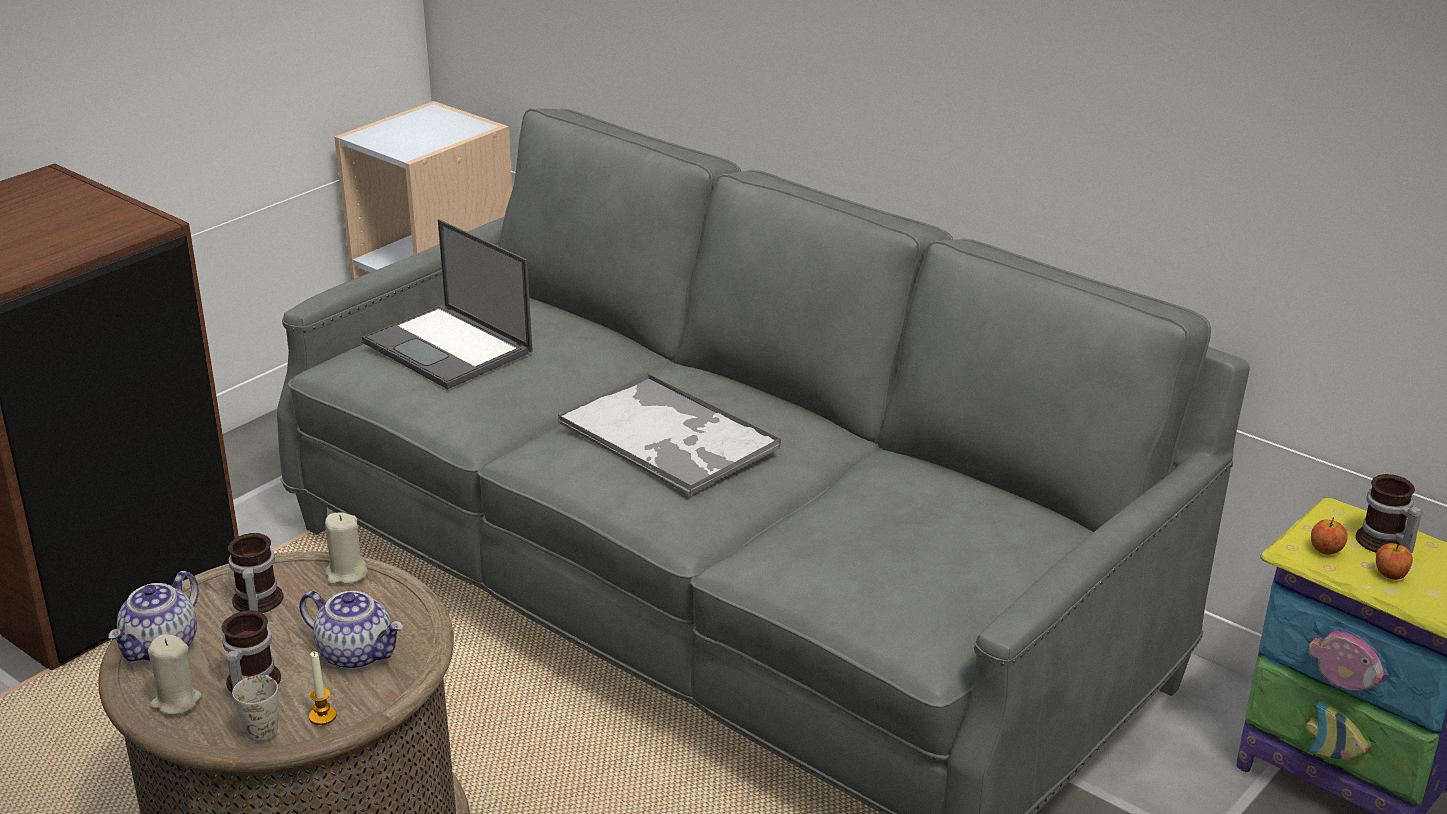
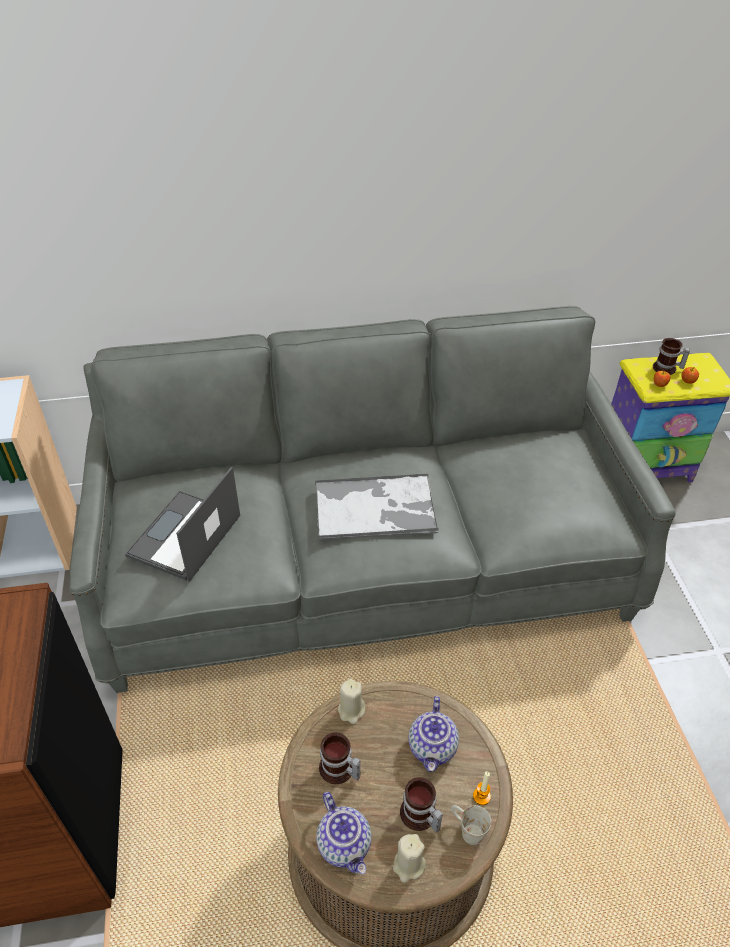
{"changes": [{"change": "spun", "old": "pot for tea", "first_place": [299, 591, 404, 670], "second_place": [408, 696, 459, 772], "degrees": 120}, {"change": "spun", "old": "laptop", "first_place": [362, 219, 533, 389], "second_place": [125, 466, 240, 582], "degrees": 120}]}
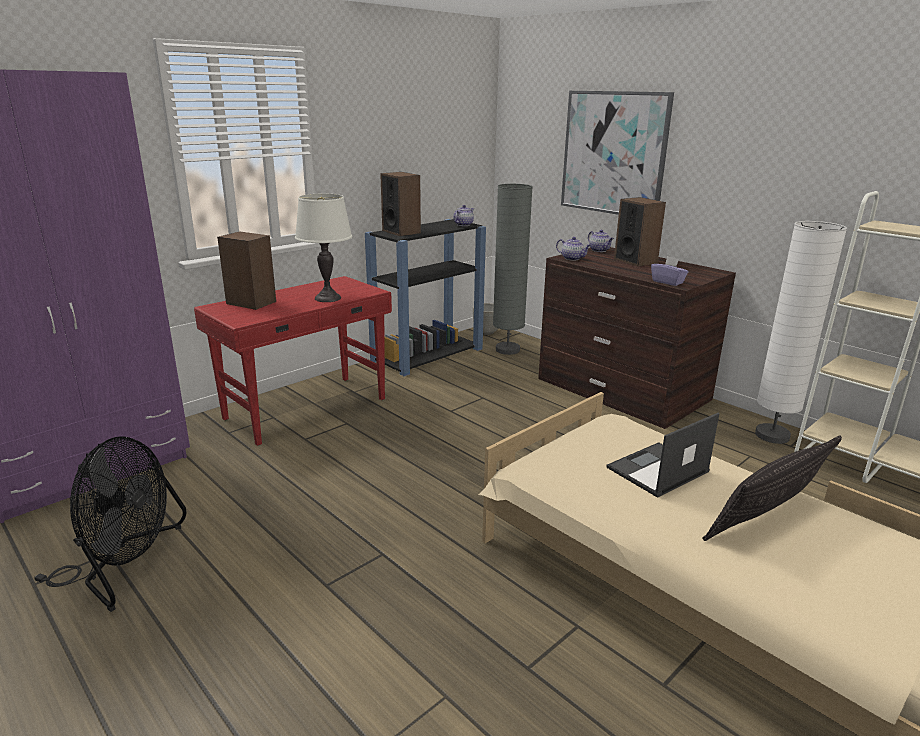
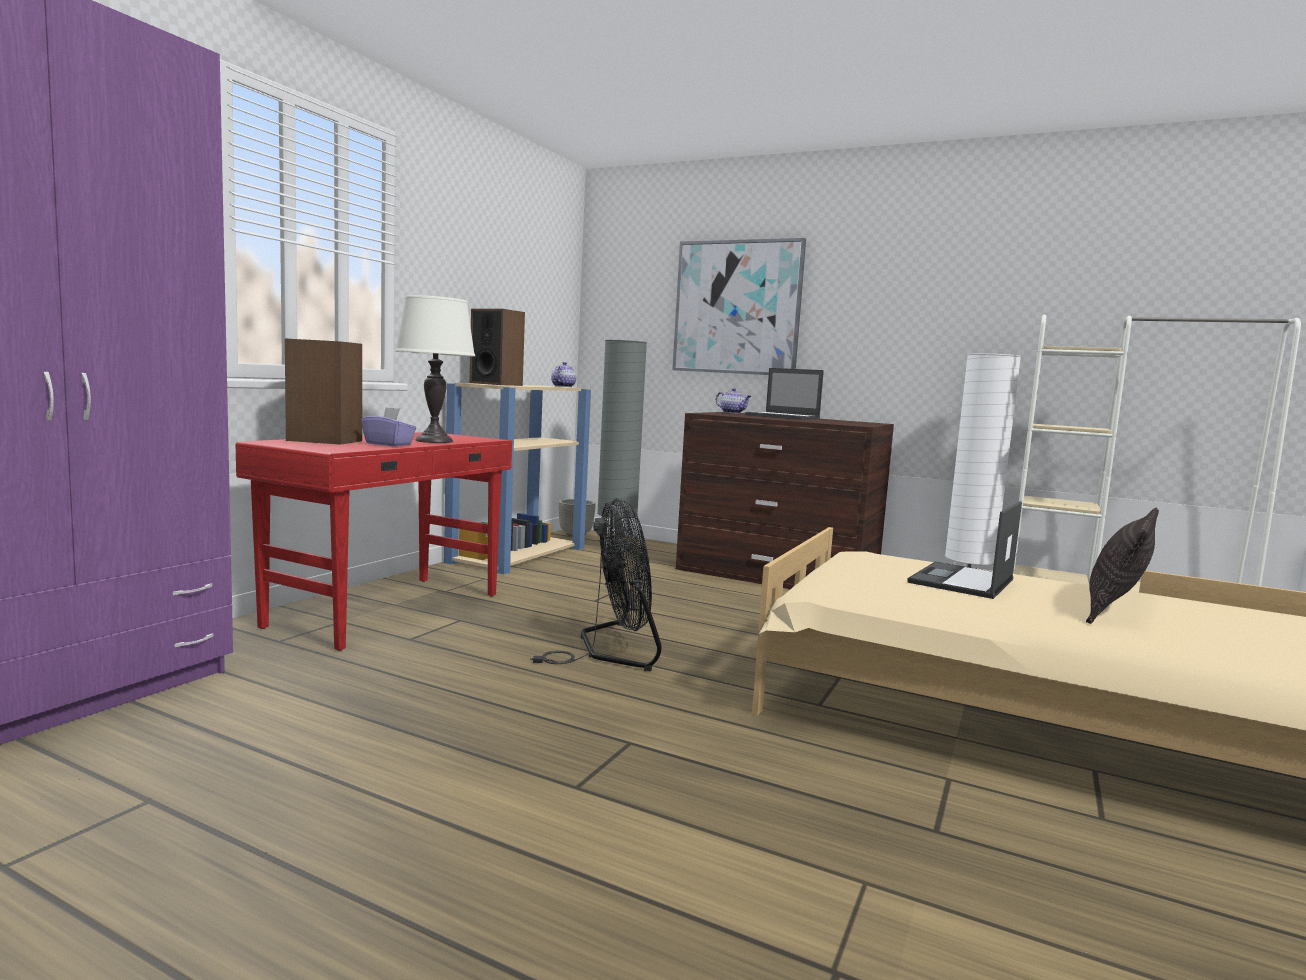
{"changes": [{"change": "relocated", "old": "cooling fan (black-coloured)", "first_place": [34, 436, 186, 612], "second_place": [530, 498, 662, 672]}, {"change": "colour", "old": "bookcase (black-coloured)", "new": "bookcase (beige-coloured)", "first_place": [365, 219, 486, 377], "second_place": [444, 383, 591, 575]}, {"change": "missing", "old": "pot for tea", "first_place": [556, 237, 591, 261]}, {"change": "exchanged", "old": "audio speaker", "new": "laptop", "first_place": [614, 197, 666, 266], "second_place": [745, 368, 824, 420]}, {"change": "relocated", "old": "tissue holder (purple-coloured)", "first_place": [651, 256, 689, 286], "second_place": [361, 407, 416, 446]}]}
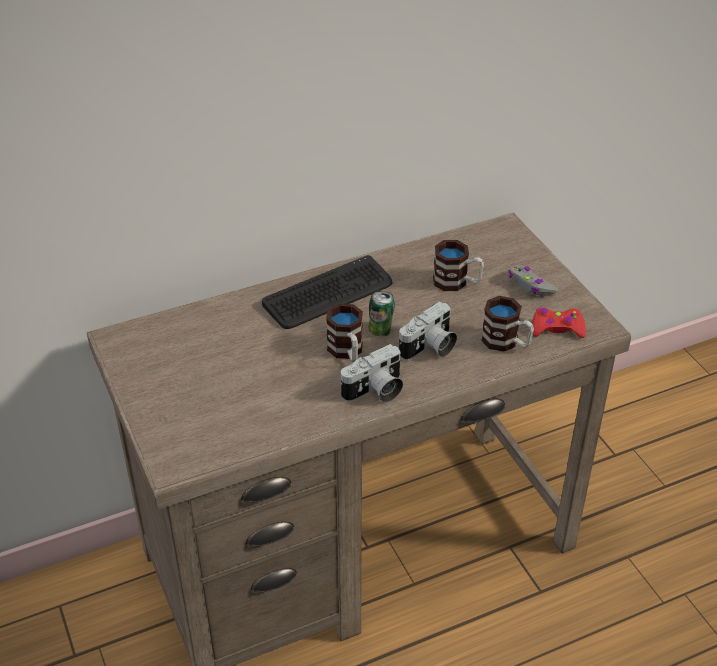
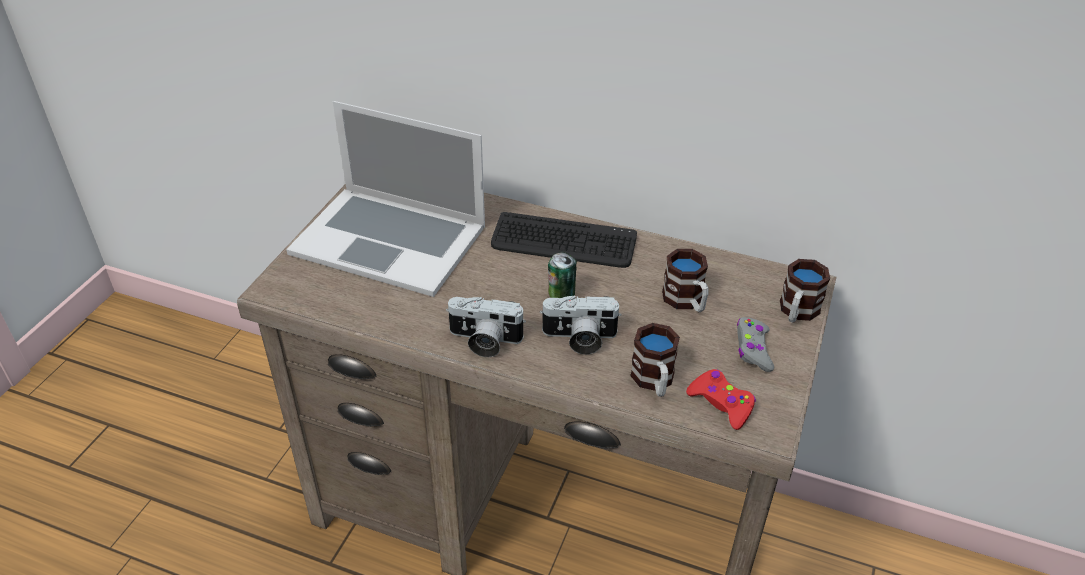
{"changes": [{"change": "relocated", "old": "coffee mug", "first_place": [326, 304, 363, 362], "second_place": [780, 259, 830, 323]}, {"change": "appeared", "new": "laptop", "second_place": [286, 101, 485, 297]}]}
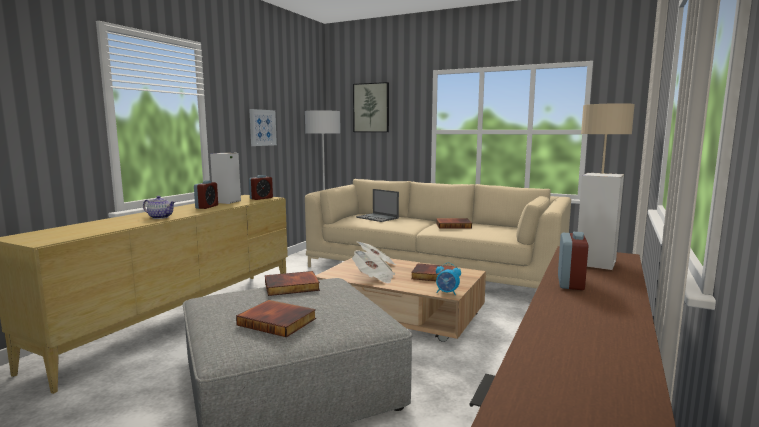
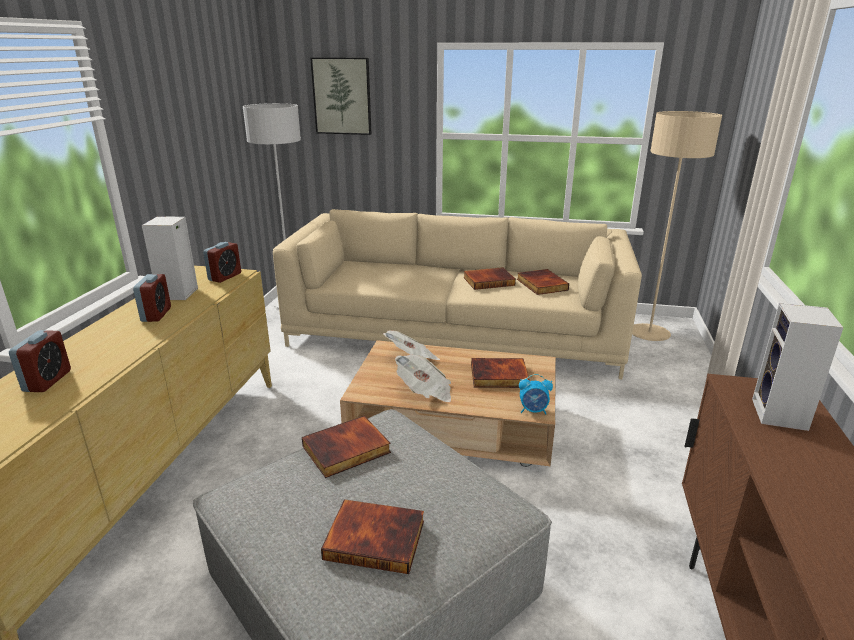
{"changes": [{"change": "missing", "old": "pot for tea", "first_place": [143, 196, 175, 219]}, {"change": "missing", "old": "picture", "first_place": [249, 109, 277, 146]}, {"change": "missing", "old": "laptop", "first_place": [356, 189, 399, 222]}, {"change": "relocated", "old": "table clock", "first_place": [558, 232, 588, 290], "second_place": [9, 330, 71, 392]}, {"change": "appeared", "new": "bound book", "second_place": [517, 269, 569, 295]}]}
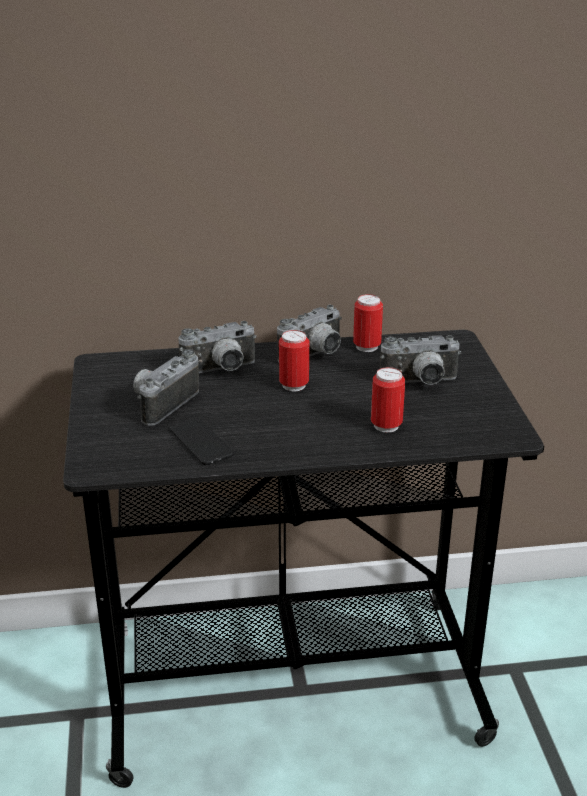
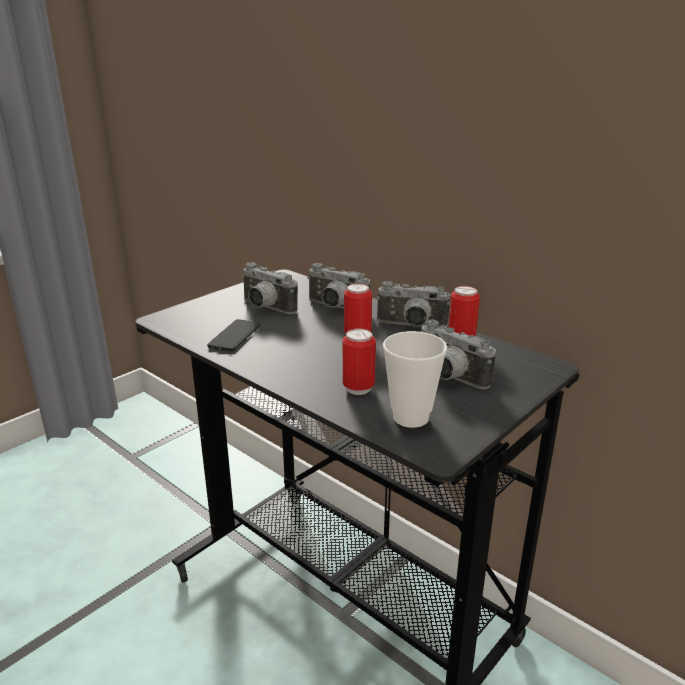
{"changes": [{"change": "spun", "old": "photo camera", "first_place": [133, 349, 199, 426], "second_place": [241, 262, 298, 314], "degrees": -135}, {"change": "appeared", "new": "cup", "second_place": [383, 331, 447, 428]}]}
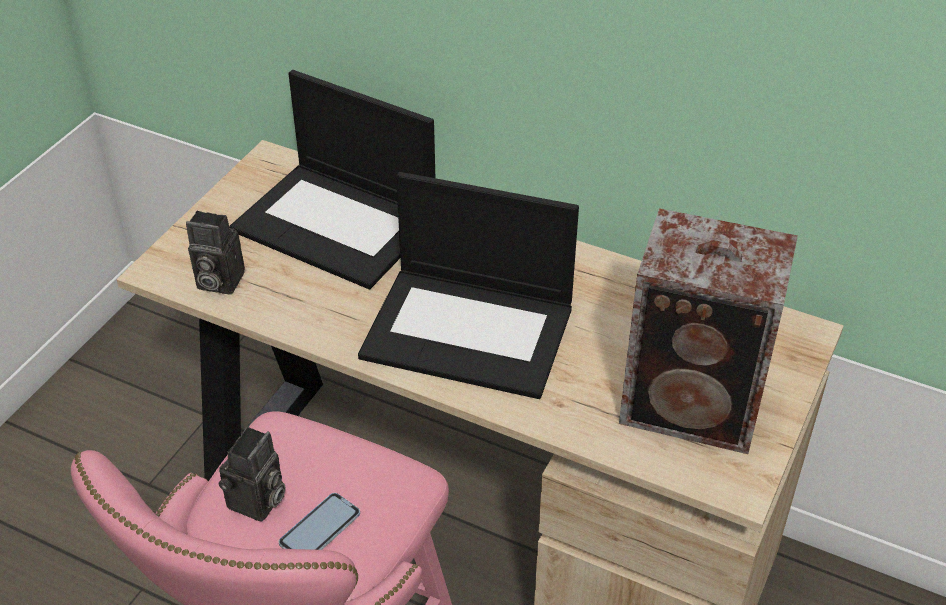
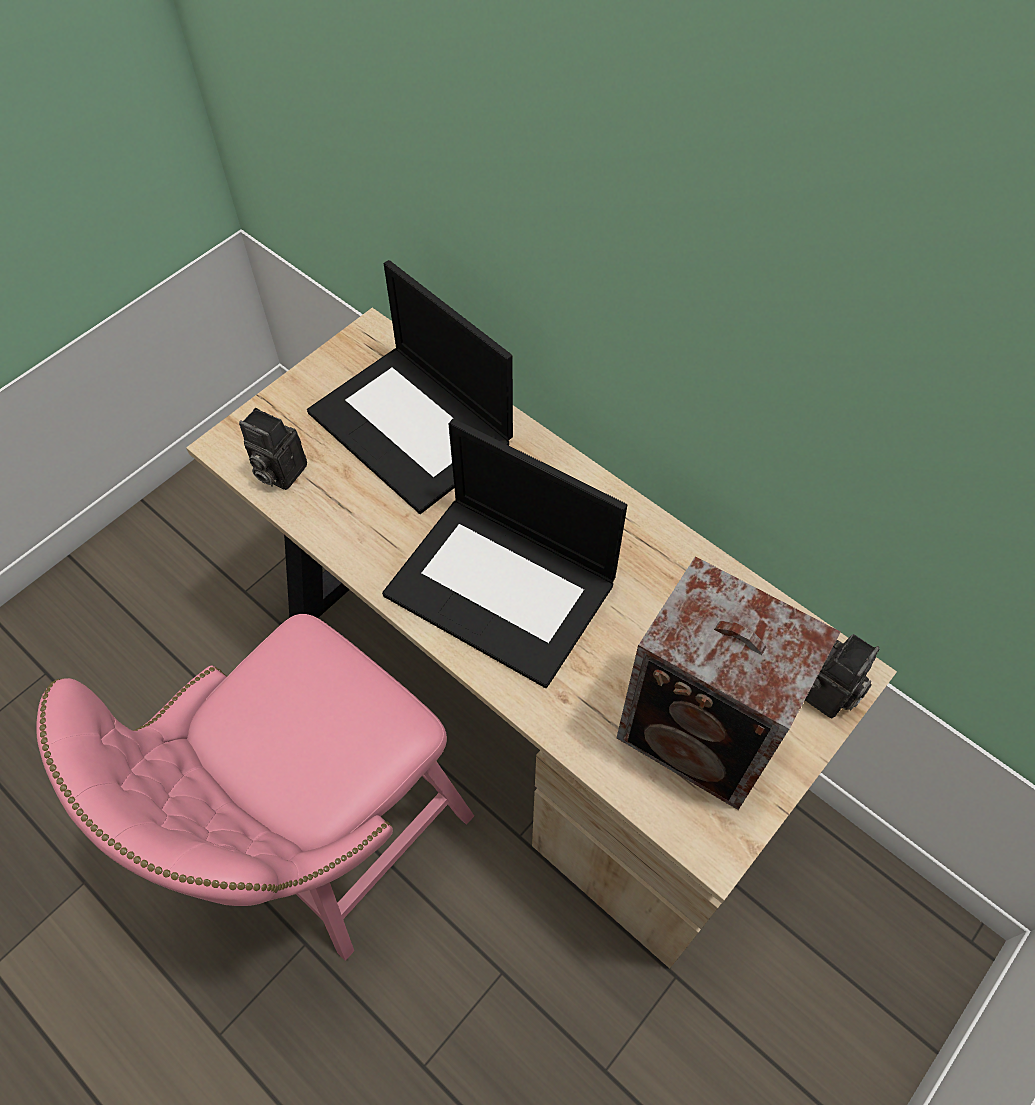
{"changes": [{"change": "relocated", "old": "photo camera", "first_place": [218, 427, 285, 522], "second_place": [805, 634, 879, 718]}, {"change": "missing", "old": "telephone", "first_place": [279, 493, 360, 550]}]}
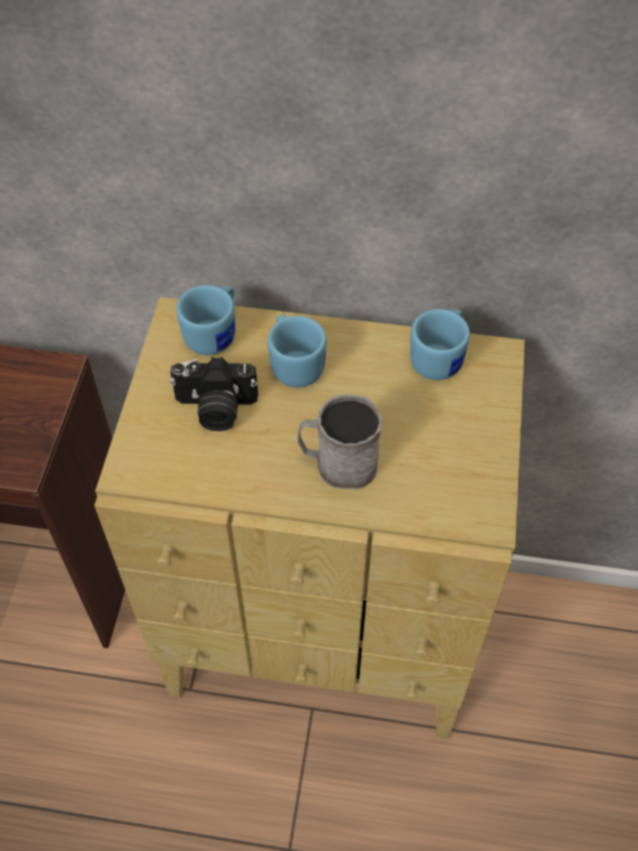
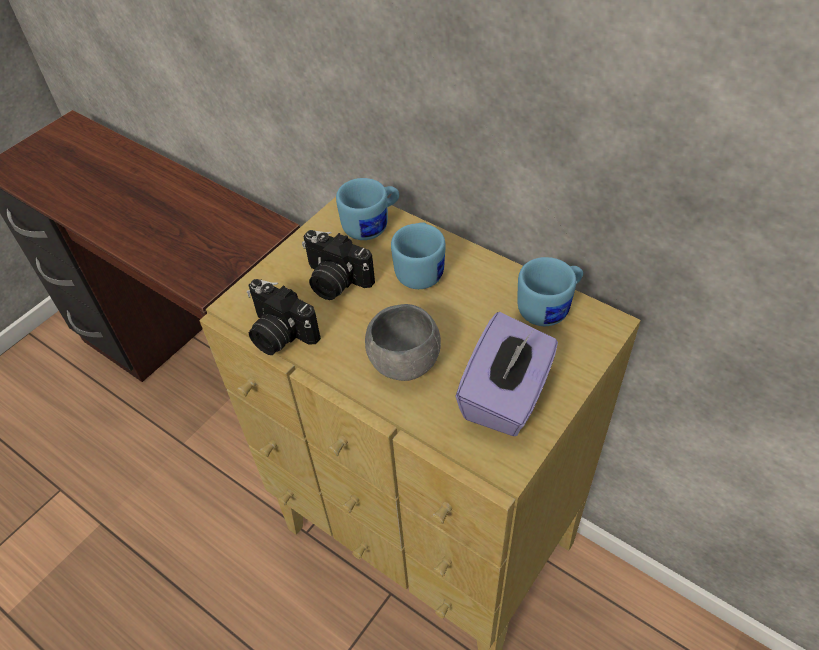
{"changes": [{"change": "exchanged", "old": "coffee mug (gray)", "new": "serving bowl (gray)", "first_place": [297, 394, 382, 489], "second_place": [365, 304, 441, 381]}, {"change": "appeared", "new": "photo camera", "second_place": [247, 279, 321, 355]}, {"change": "appeared", "new": "tissue holder (purple-coloured)", "second_place": [455, 312, 558, 436]}]}
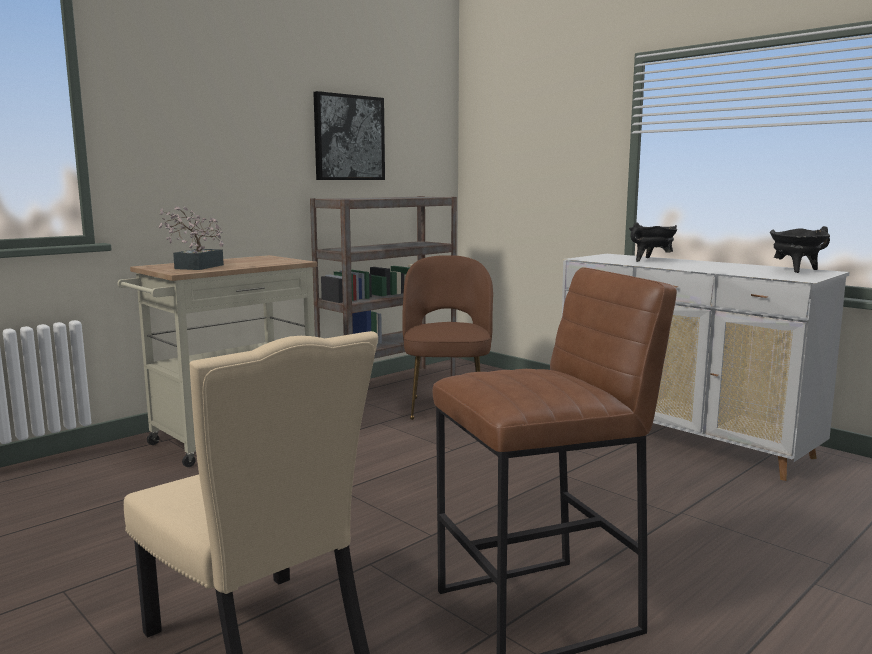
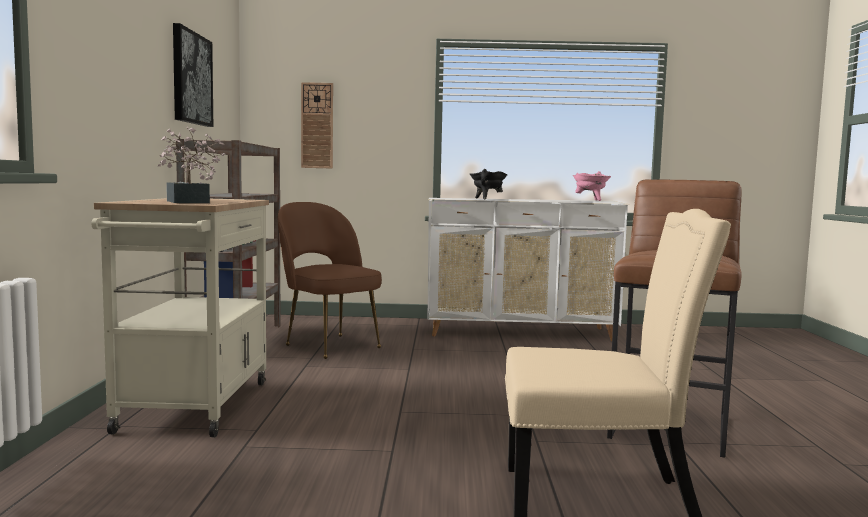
{"changes": [{"change": "colour", "old": "cooking pot (black-coloured)", "new": "cooking pot (pinkish)", "first_place": [770, 226, 830, 273], "second_place": [573, 171, 611, 201]}, {"change": "appeared", "new": "wall clock", "second_place": [301, 82, 333, 169]}]}
